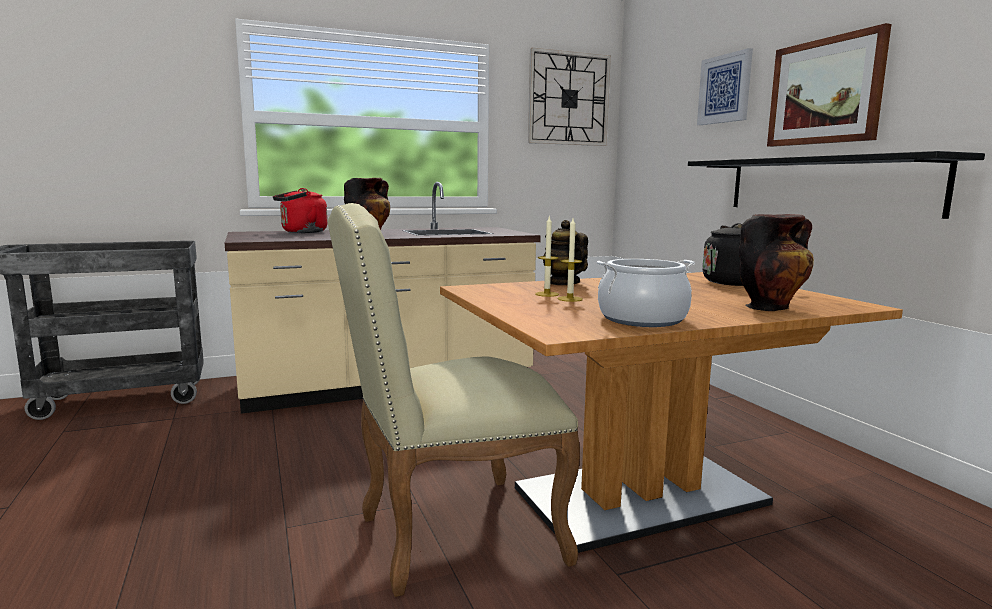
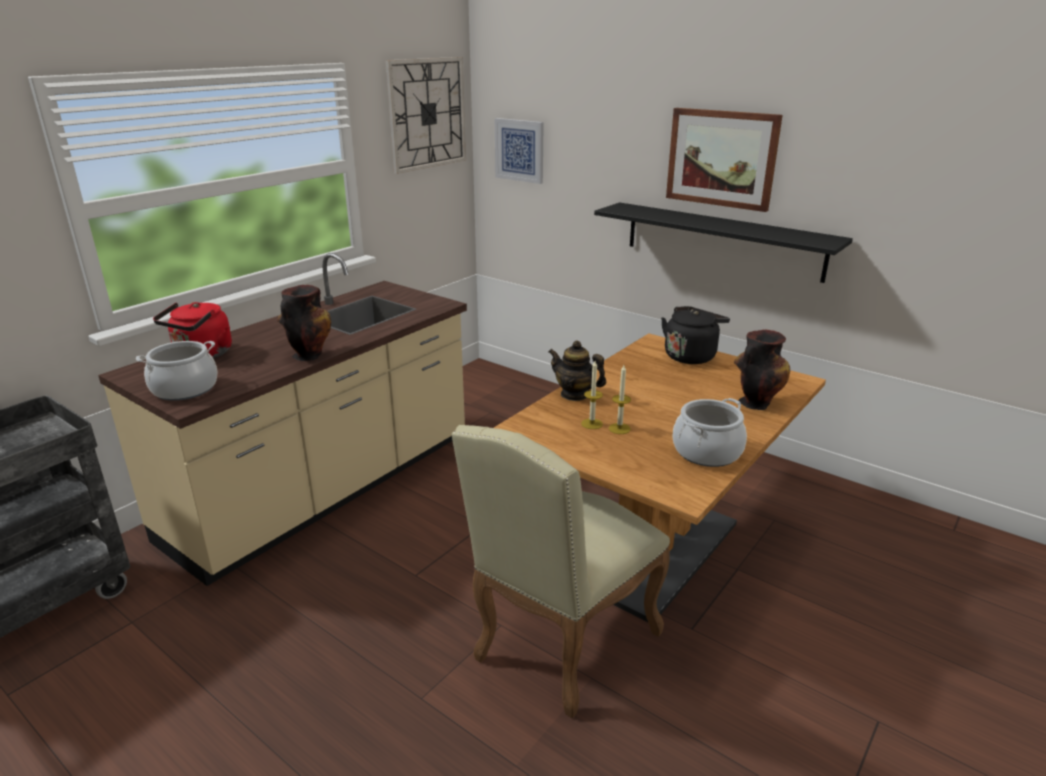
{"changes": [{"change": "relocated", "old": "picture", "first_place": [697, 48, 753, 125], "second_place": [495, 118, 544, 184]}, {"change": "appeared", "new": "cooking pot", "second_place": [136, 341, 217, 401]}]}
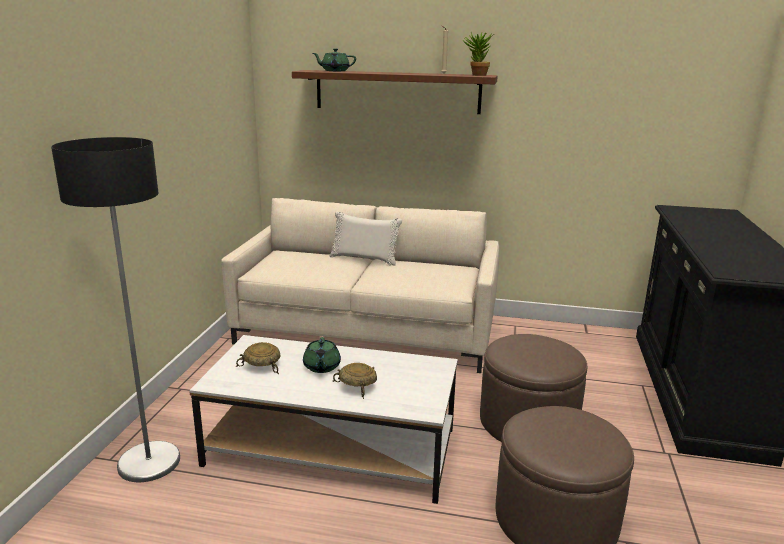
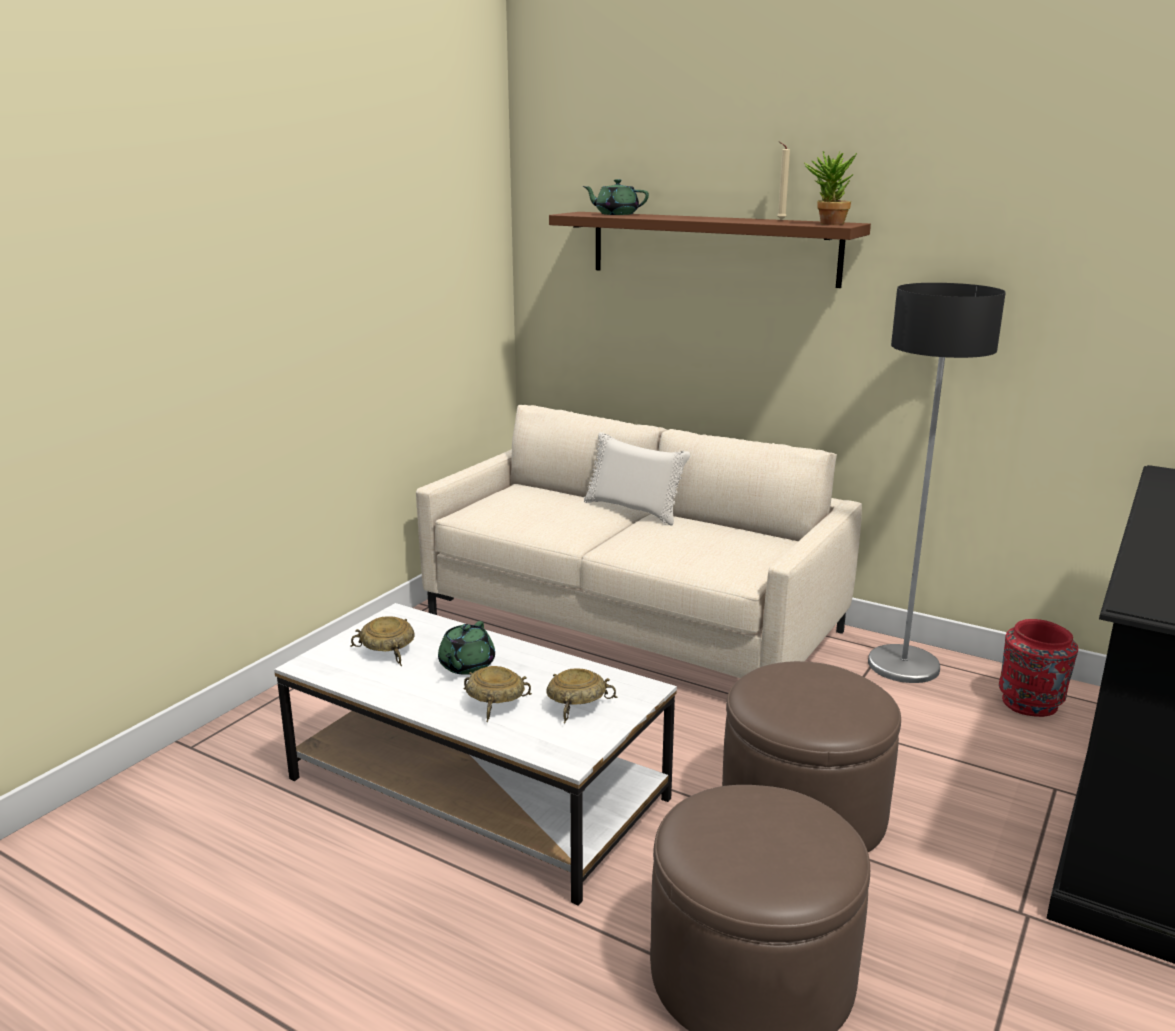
{"changes": [{"change": "relocated", "old": "standard lamp", "first_place": [51, 137, 180, 482], "second_place": [868, 283, 1006, 683]}, {"change": "appeared", "new": "serving bowl (beige-coloured)", "second_place": [547, 668, 617, 724]}, {"change": "appeared", "new": "decorative vase (red-coloured)", "second_place": [999, 619, 1078, 717]}]}
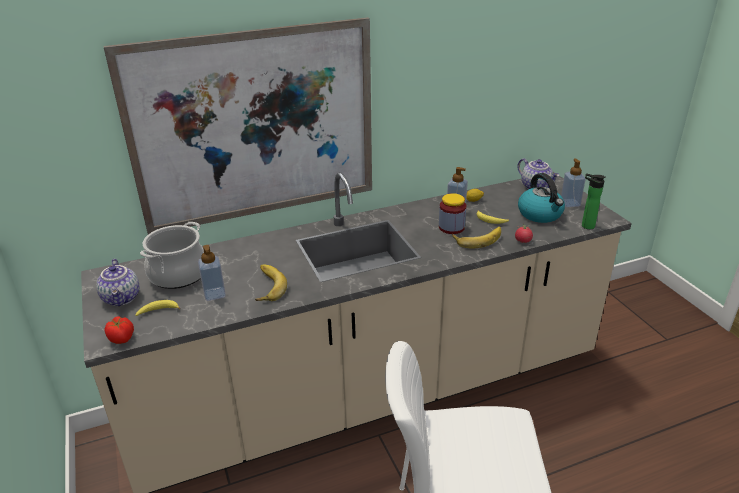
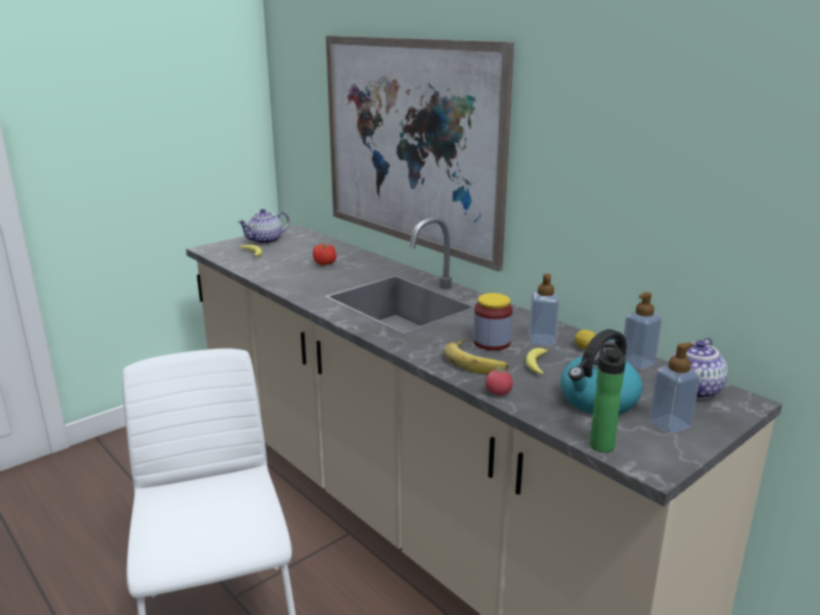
{"changes": [{"change": "relocated", "old": "whole tomato", "first_place": [105, 316, 134, 344], "second_place": [313, 244, 336, 265]}, {"change": "missing", "old": "cooking pot", "first_place": [140, 222, 204, 289]}, {"change": "relocated", "old": "soap bottle", "first_place": [198, 245, 226, 301], "second_place": [624, 292, 662, 370]}, {"change": "missing", "old": "whole banana", "first_place": [255, 264, 287, 301]}]}
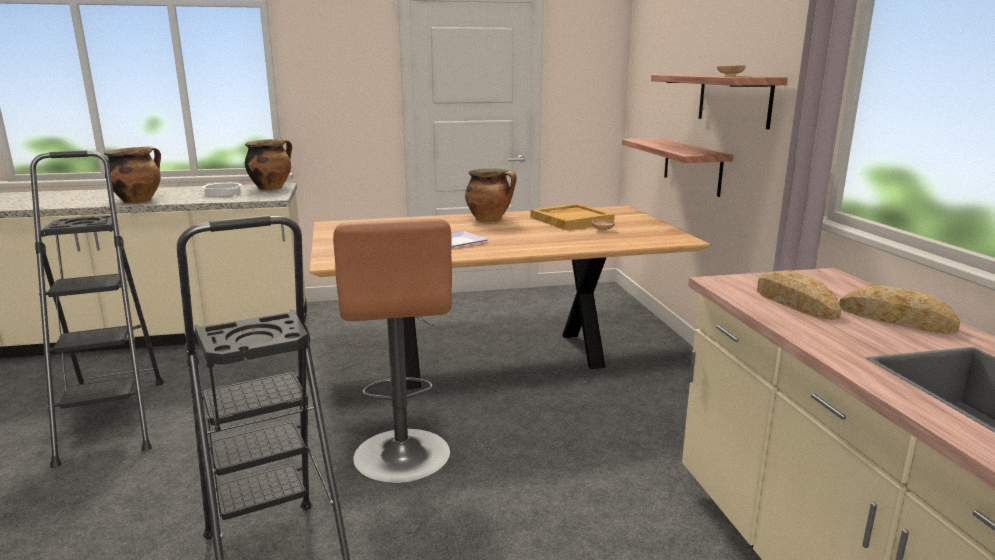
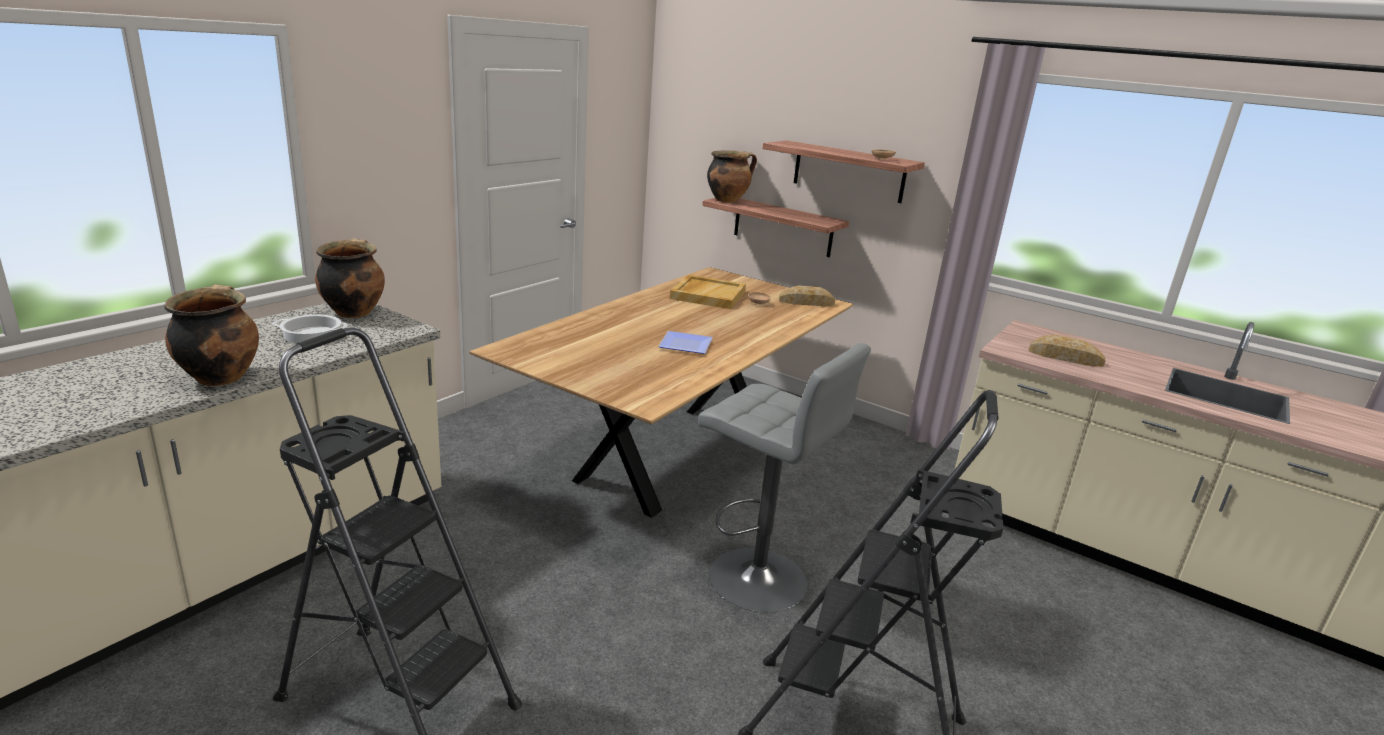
{"changes": [{"change": "colour", "old": "sitting stool (brownish)", "new": "sitting stool (gray)", "first_place": [333, 219, 452, 483], "second_place": [698, 343, 871, 612]}, {"change": "relocated", "old": "cooking pot", "first_place": [465, 169, 517, 222], "second_place": [707, 150, 757, 203]}, {"change": "relocated", "old": "bread", "first_place": [839, 286, 960, 334], "second_place": [779, 285, 835, 306]}]}
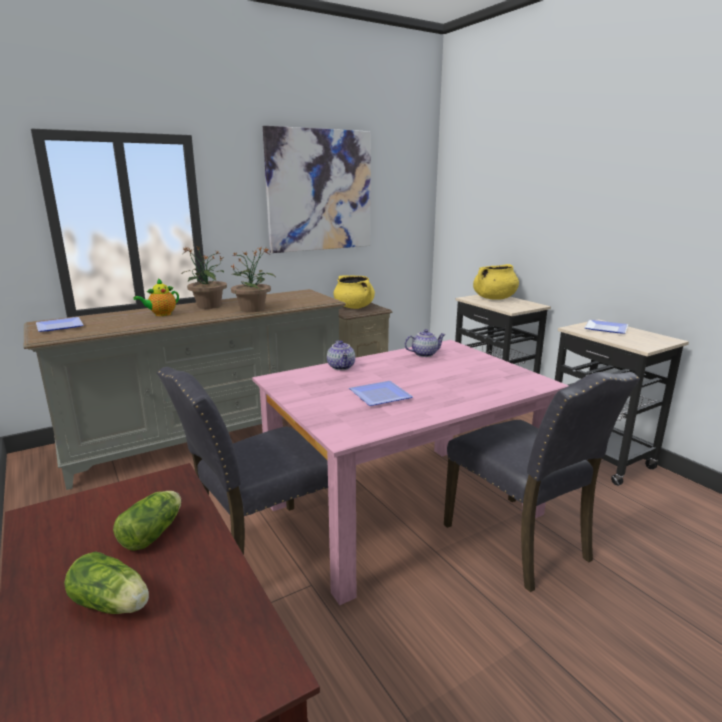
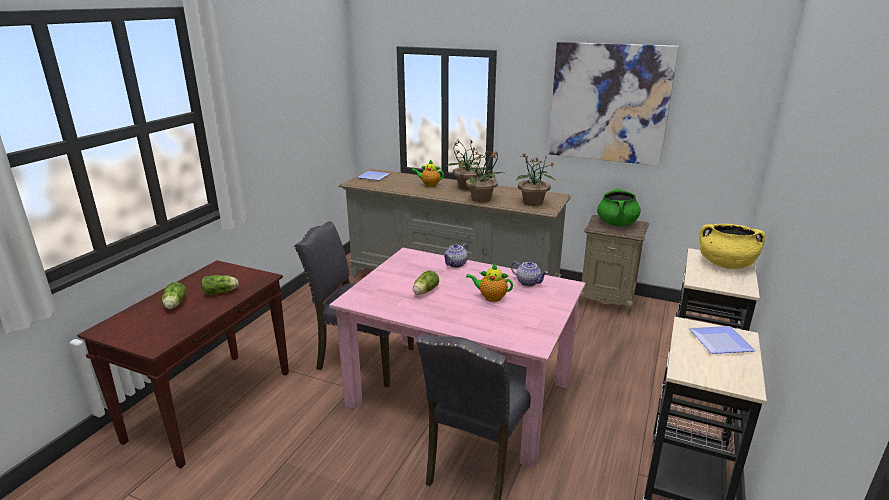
{"changes": [{"change": "colour", "old": "cooking pot (yellow-coloured)", "new": "cooking pot (green-coloured)", "first_place": [333, 275, 375, 309], "second_place": [597, 189, 641, 226]}, {"change": "exchanged", "old": "flat dish", "new": "head of lettuce", "first_place": [349, 381, 413, 406], "second_place": [413, 271, 439, 295]}, {"change": "appeared", "new": "pot for tea", "second_place": [466, 264, 513, 302]}, {"change": "appeared", "new": "potted plant", "second_place": [516, 153, 556, 206]}]}
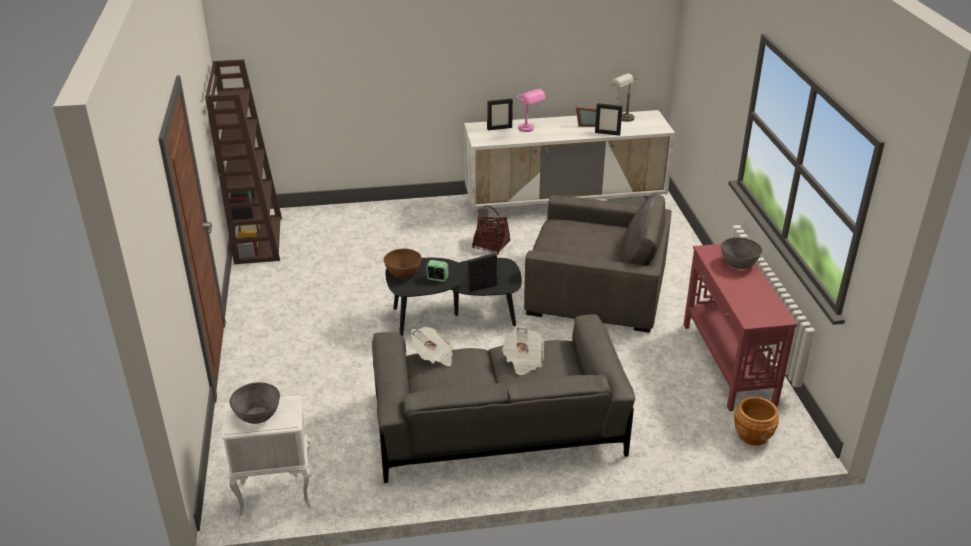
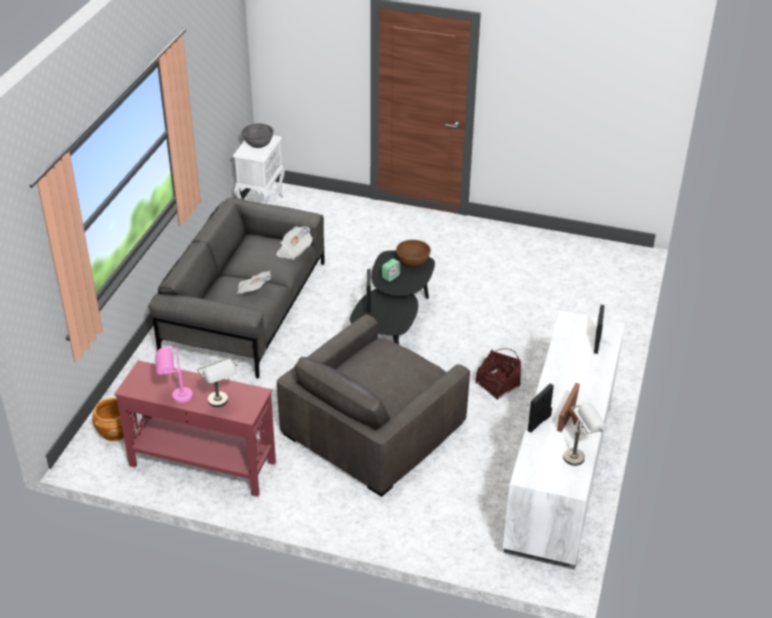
{"changes": [{"change": "missing", "old": "bookcase (brownish)", "first_place": [205, 59, 282, 264]}, {"change": "relocated", "old": "tabletop lamp (pinkish)", "first_place": [517, 89, 546, 132], "second_place": [155, 347, 193, 403]}, {"change": "exchanged", "old": "serving bowl (gray)", "new": "tabletop lamp (gray)", "first_place": [721, 237, 762, 269], "second_place": [197, 357, 237, 407]}]}
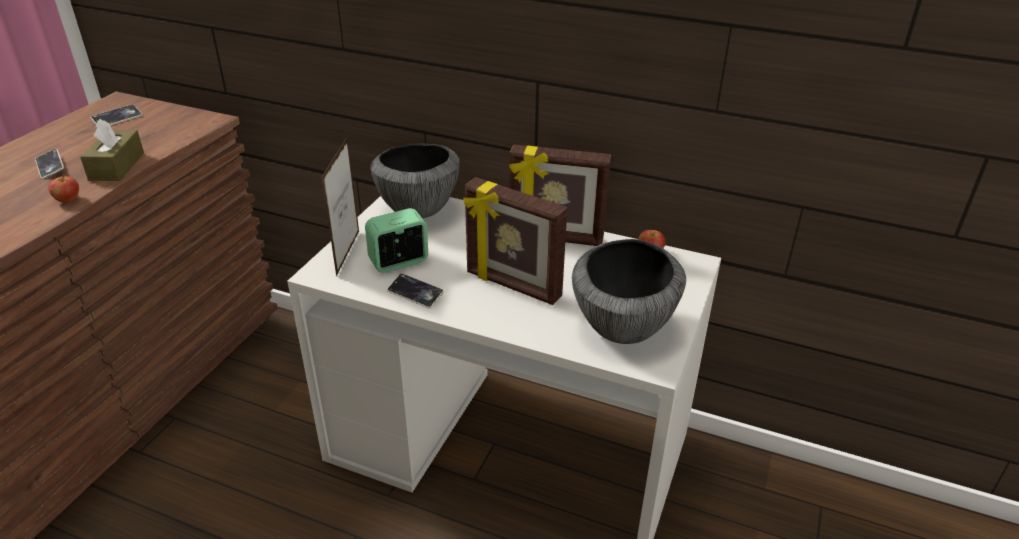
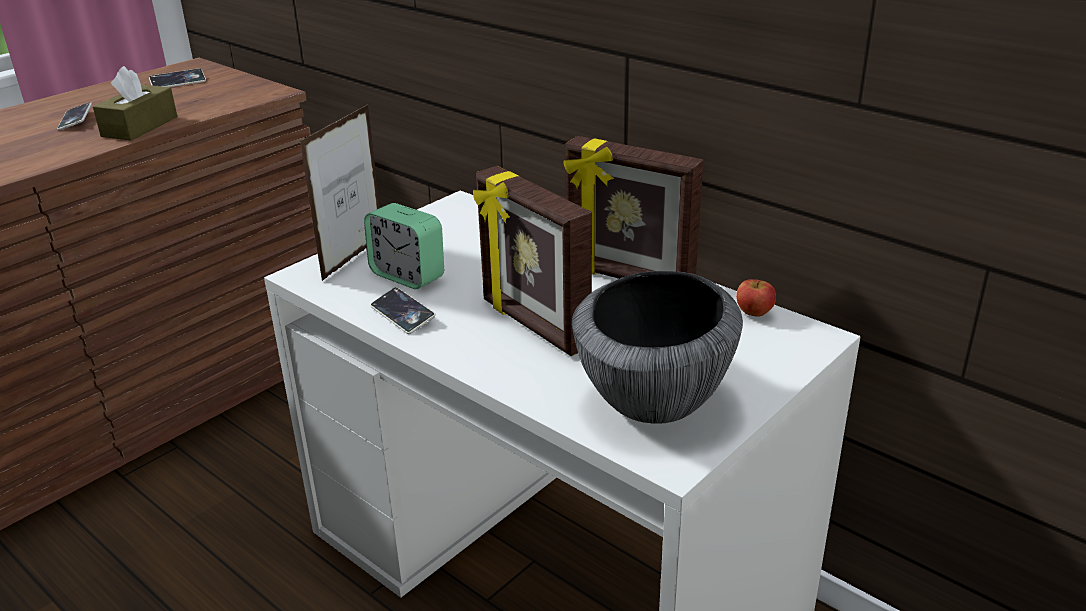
{"changes": [{"change": "missing", "old": "whole apple", "first_place": [48, 175, 79, 203]}, {"change": "spun", "old": "table clock", "first_place": [365, 208, 428, 273], "second_place": [364, 203, 444, 289], "degrees": -135}, {"change": "missing", "old": "serving bowl", "first_place": [370, 144, 460, 218]}]}
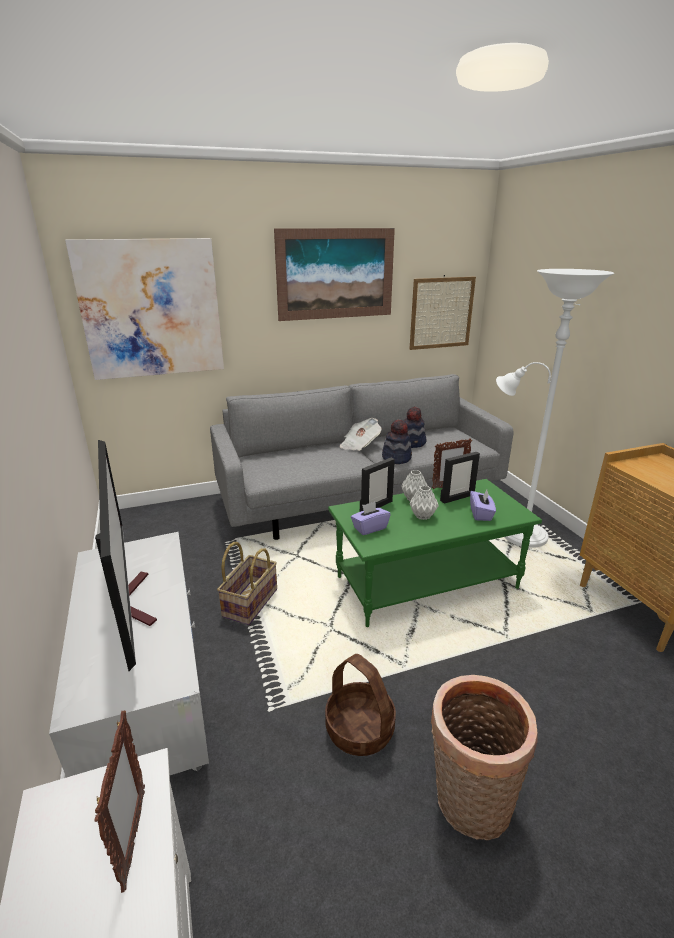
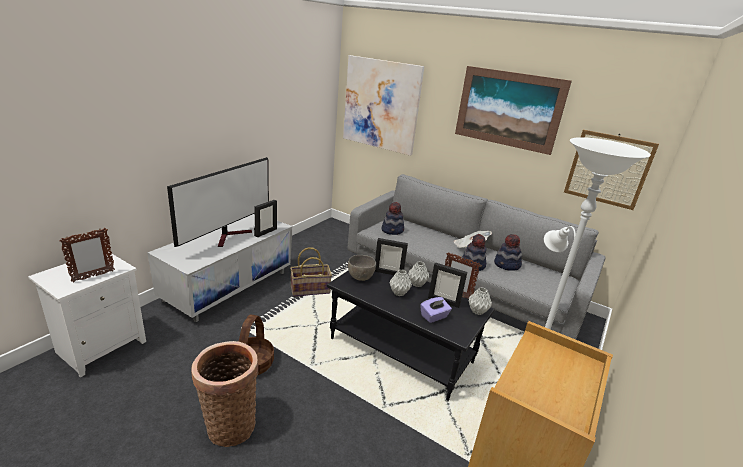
{"changes": [{"change": "colour", "old": "lounge table (green-coloured)", "new": "lounge table (black-coloured)", "first_place": [328, 479, 542, 627], "second_place": [327, 270, 495, 401]}, {"change": "exchanged", "old": "tissue holder (purple-coloured)", "new": "serving bowl (gray)", "first_place": [351, 502, 391, 535], "second_place": [348, 255, 376, 281]}, {"change": "appeared", "new": "photo frame", "second_place": [254, 200, 277, 237]}, {"change": "appeared", "new": "clothing hat", "second_place": [382, 202, 404, 235]}, {"change": "appeared", "new": "decorative vase (gray)", "second_place": [468, 287, 492, 315]}]}
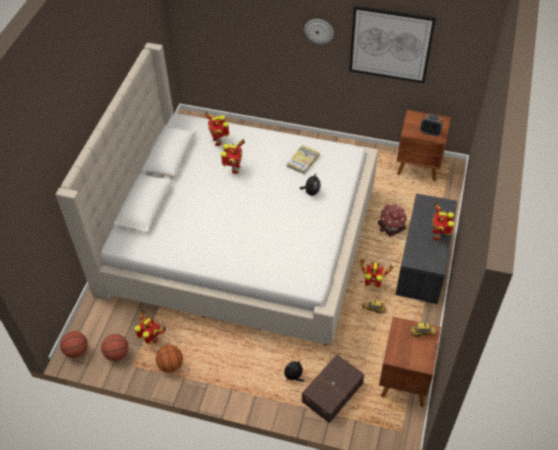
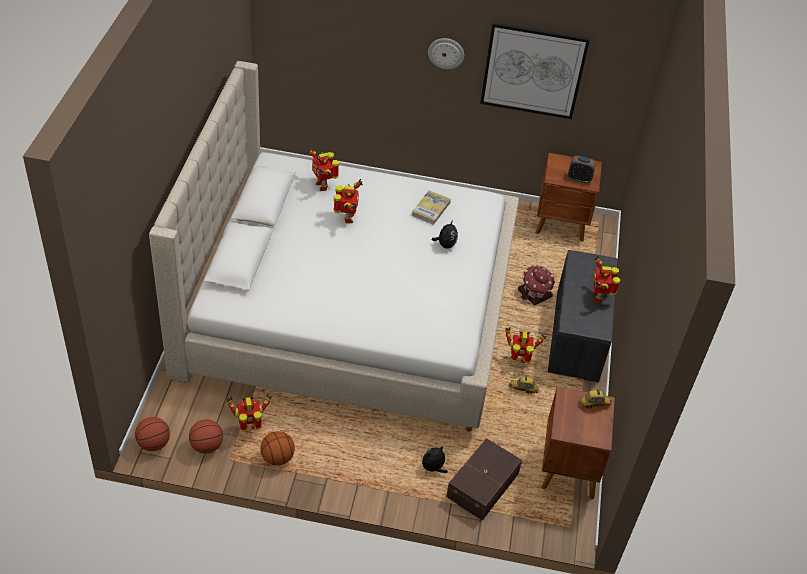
{"changes": [{"change": "spun", "old": "toy robot", "first_place": [134, 309, 166, 344], "second_place": [227, 394, 272, 432], "degrees": -45}]}
